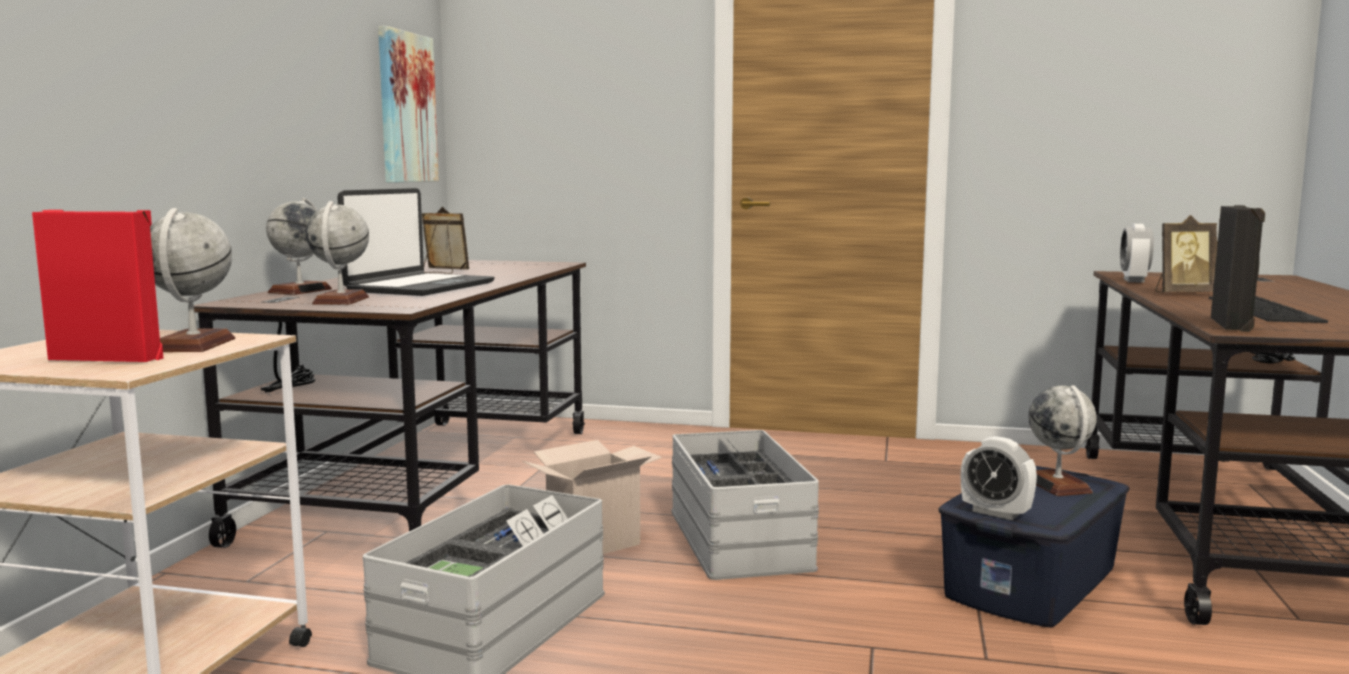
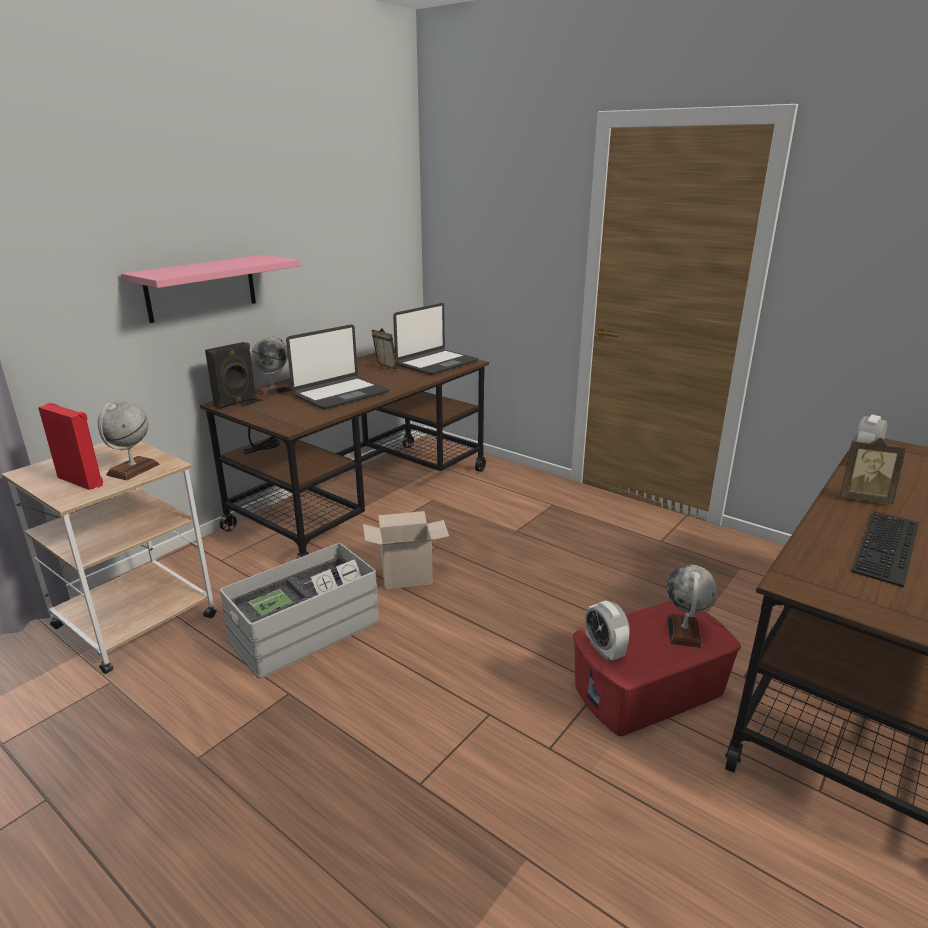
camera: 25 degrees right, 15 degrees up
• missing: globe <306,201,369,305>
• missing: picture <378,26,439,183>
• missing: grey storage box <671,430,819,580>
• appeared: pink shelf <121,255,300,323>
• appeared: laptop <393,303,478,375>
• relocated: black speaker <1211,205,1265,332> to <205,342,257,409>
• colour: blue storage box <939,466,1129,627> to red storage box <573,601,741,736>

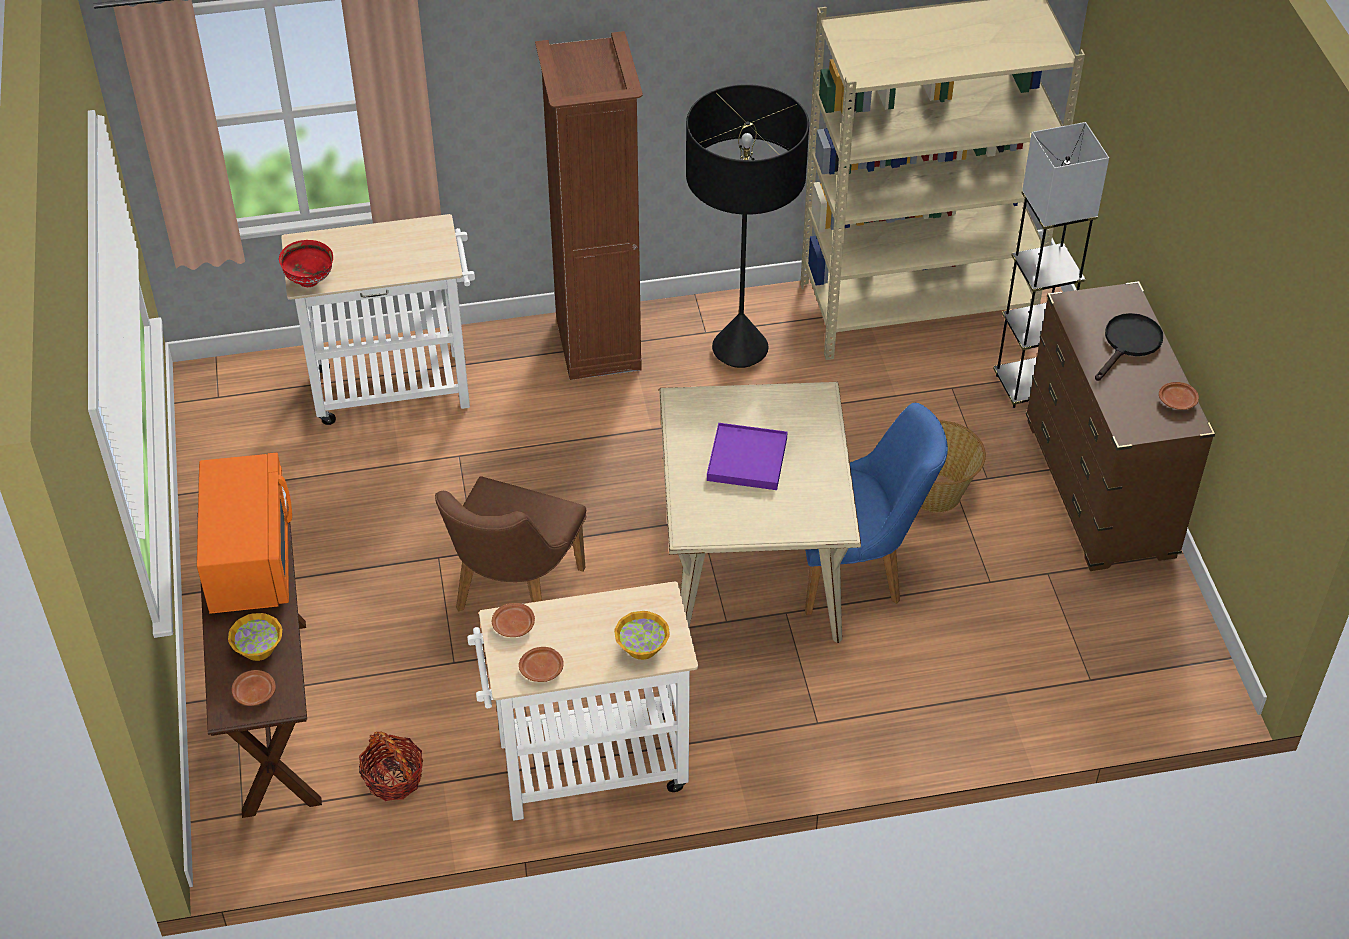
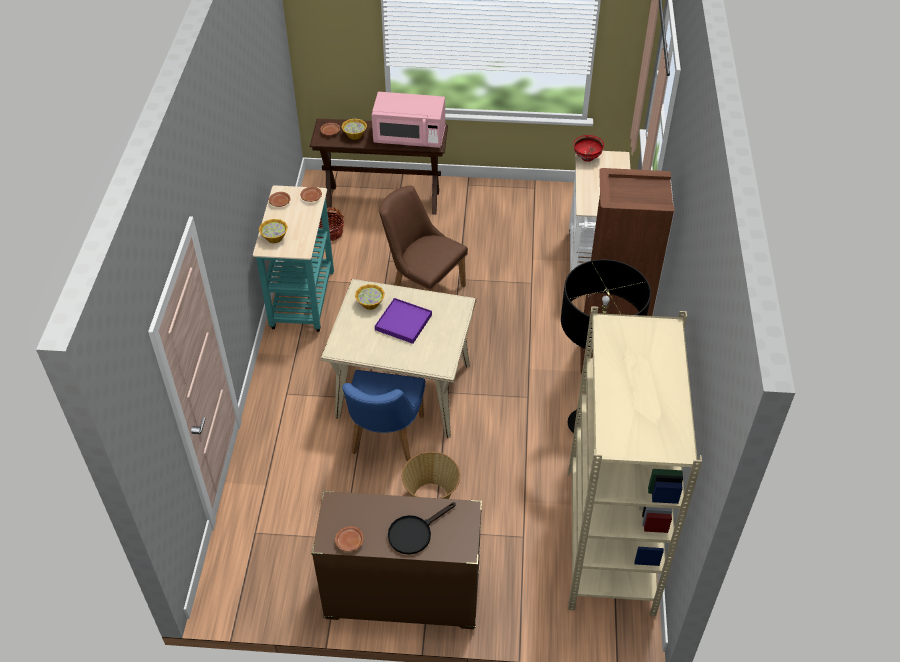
camera: 105 degrees right, 0 degrees up
• missing: grey floor lamp <993,122,1109,408>
• appeared: bowl <355,284,385,310>
• colour: orange microwave <197,453,292,614> to pink microwave <372,92,446,148>
• colour: white cart <467,581,698,821> to turquoise cart <253,185,334,332>
• spun: black frying pan <1095,313,1163,381> = <388,502,456,555> 90 degrees clockwise

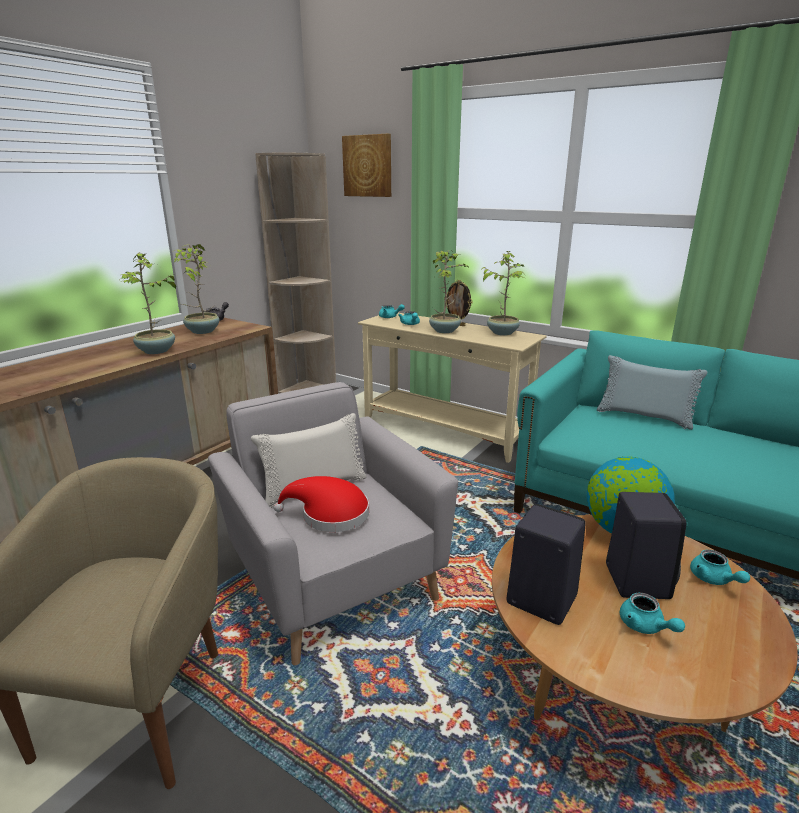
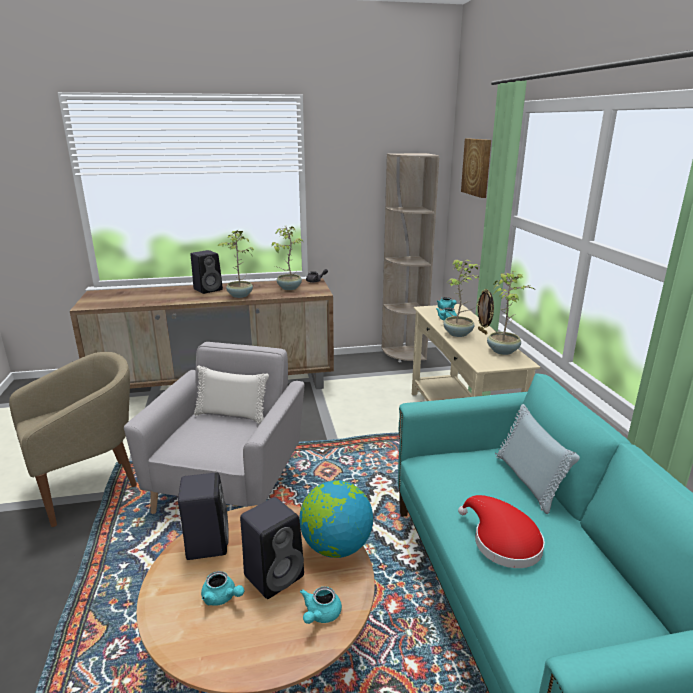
camera: 45 degrees right, 0 degrees up
• appeared: black speaker <191,250,223,294>
• relocated: red hat <274,476,369,532> to <458,495,545,568>
• spun: turquoise teapot <620,593,685,634> = <201,571,244,606> 75 degrees counterclockwise

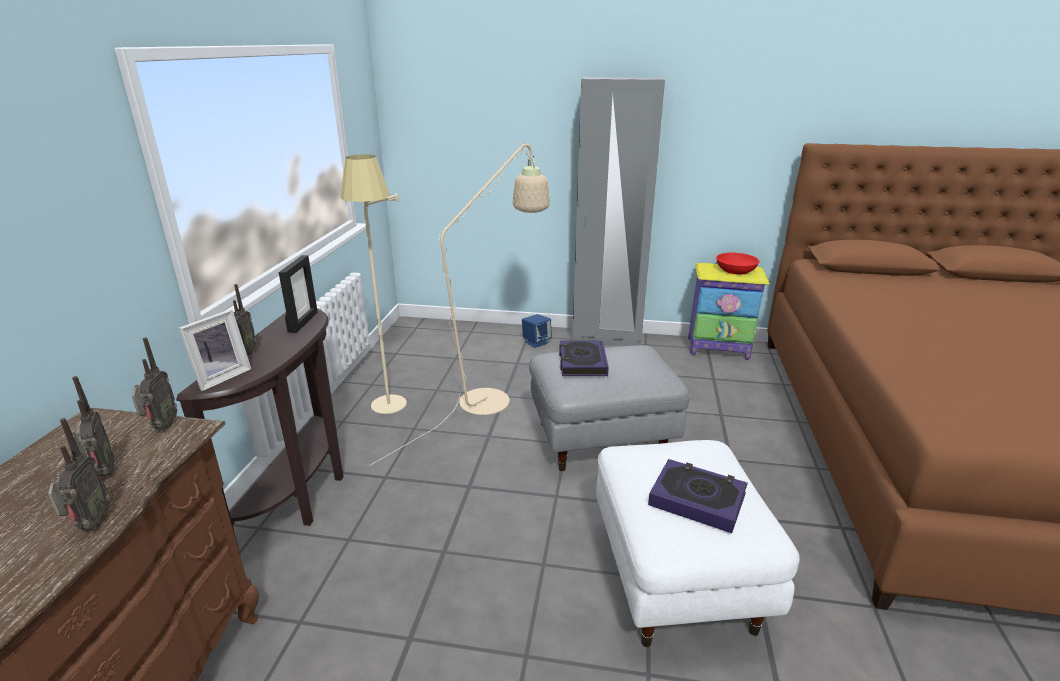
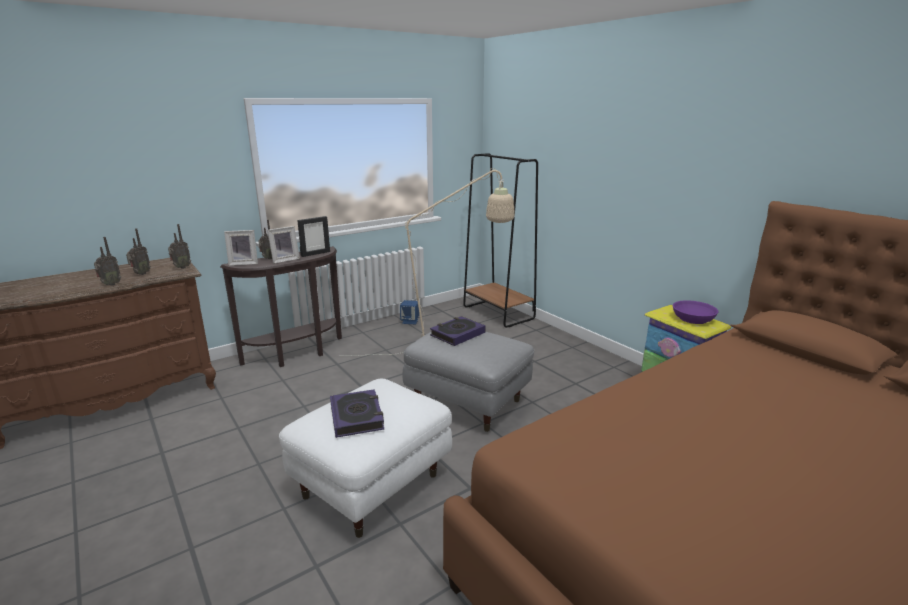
camera: 45 degrees right, 5 degrees down
• missing: beige floor lamp <340,154,407,414>
• missing: grey wardrobe <572,77,665,346>
• appeared: picture frame <267,226,300,264>
• appeared: clothes rack <463,153,538,328>
• relocated: blue speaker <522,314,552,348> to <400,300,419,324>
• colour: red bowl <716,253,760,274> to purple bowl <672,300,718,324>

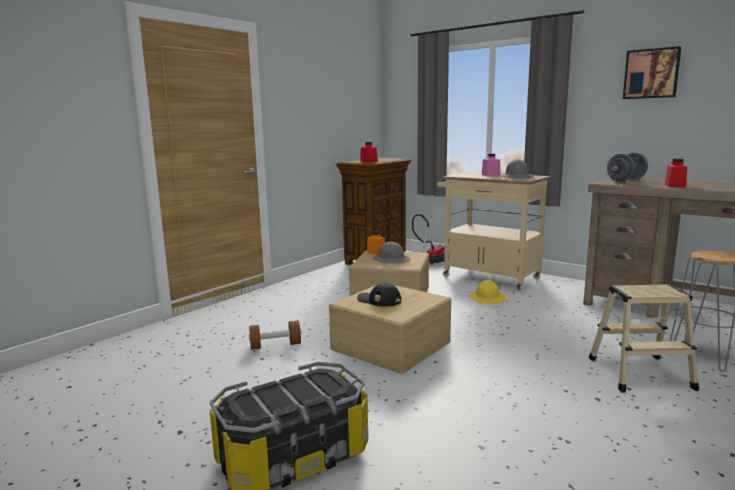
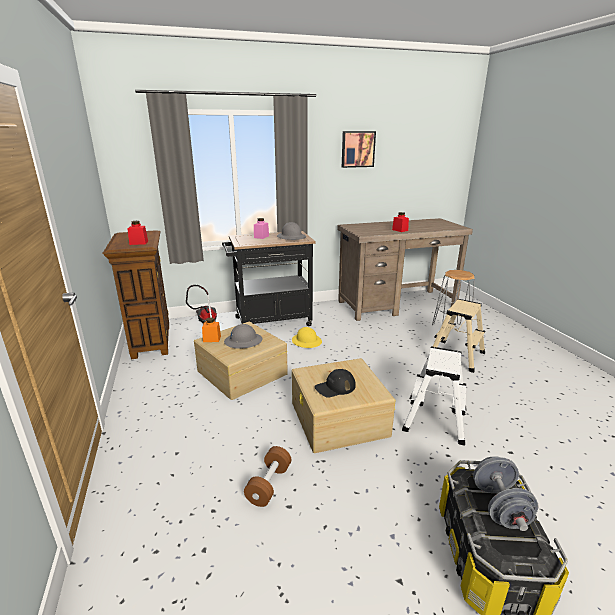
camera: 55 degrees left, 10 degrees up
• appeared: white step ladder <402,347,466,446>
• relocated: grey dumbbell <607,153,648,182> to <473,456,539,531>
• colour: beige cart <437,172,551,291> to black cart <222,231,315,326>

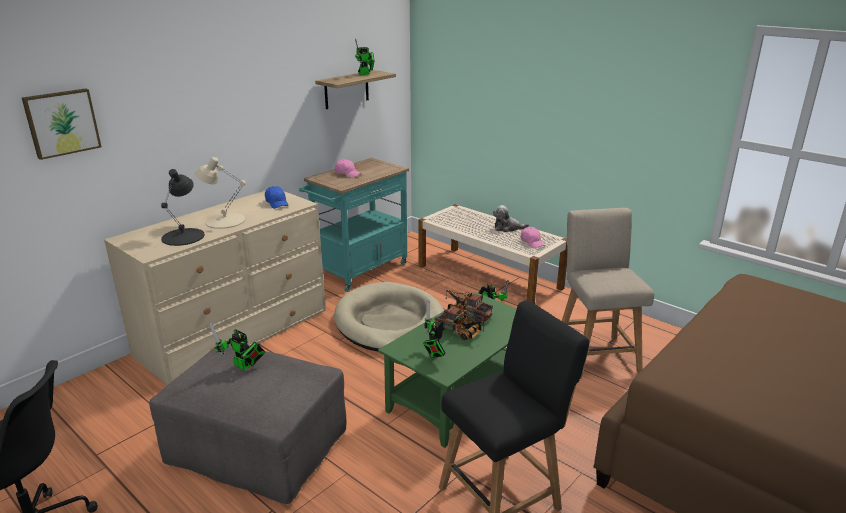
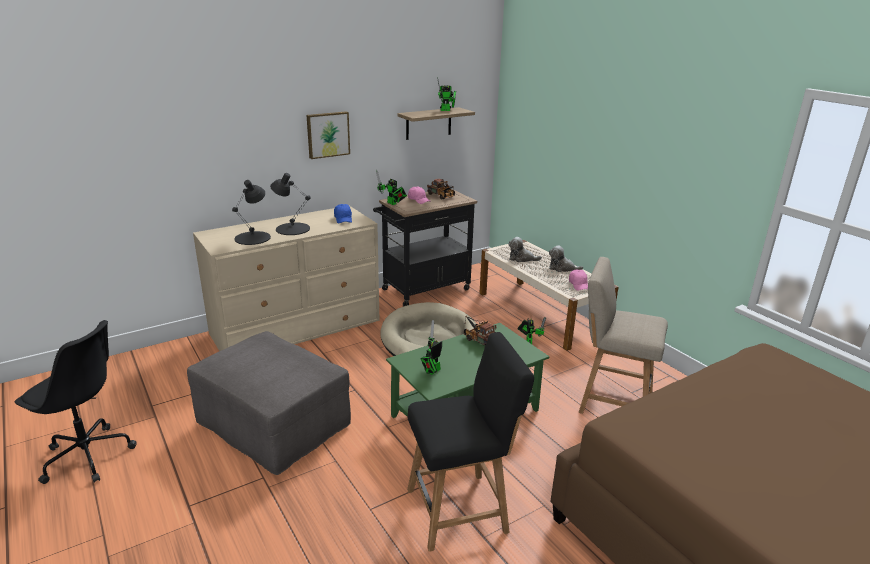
camera: 15 degrees right, 0 degrees up
• appeared: plush toy <509,237,542,262>
• relocated: picture <22,88,102,160> to <306,111,350,159>
• relocated: toy robot <209,322,265,370> to <376,170,407,205>
• relocated: toy truck <435,306,485,340> to <427,179,455,199>
• colour: beige table lamp <195,157,246,229> to black table lamp <270,173,311,235>
• colour: turquoise cart <299,158,409,292> to black cart <373,189,477,306>
• spun: beige chair <562,208,654,379> = <579,257,668,414> 75 degrees counterclockwise

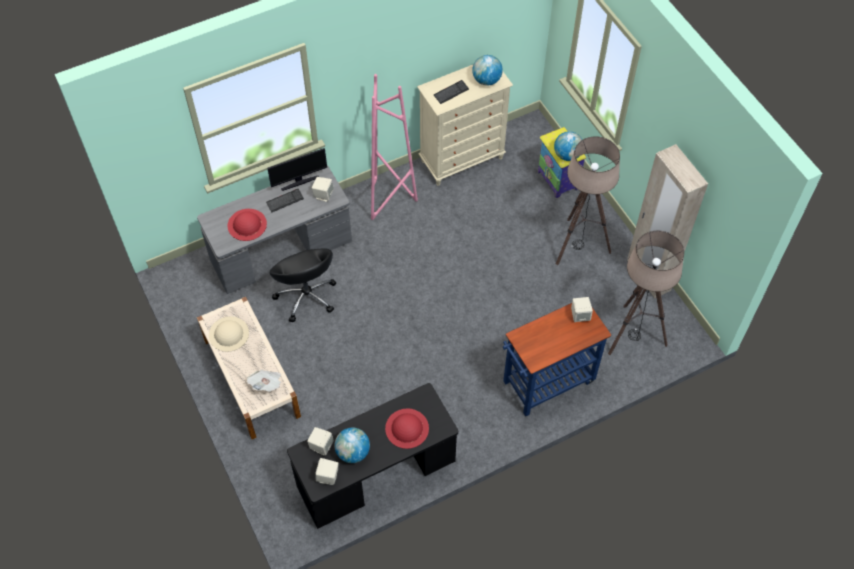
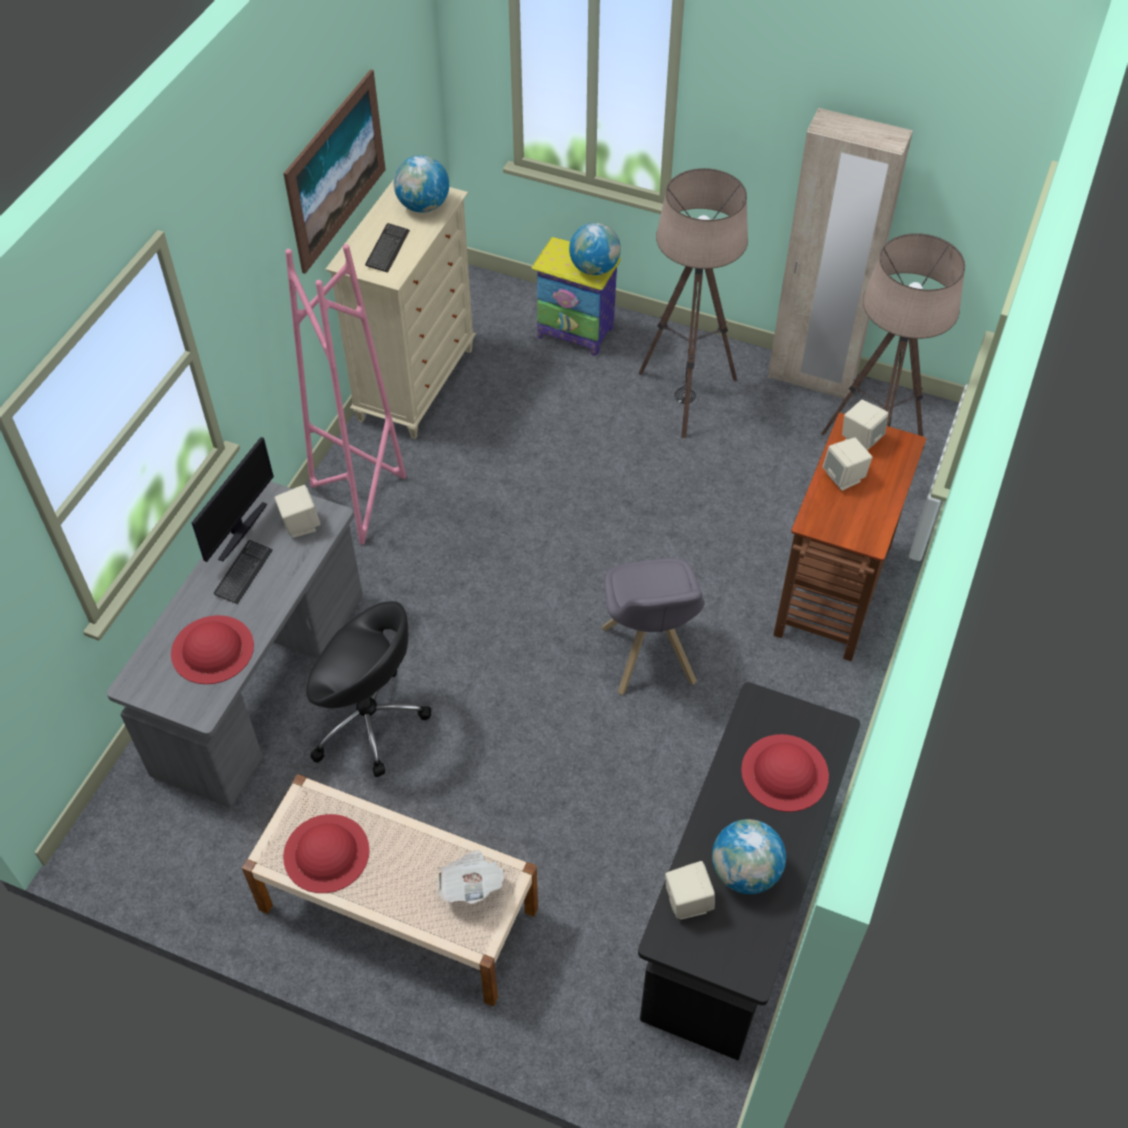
camera: 40 degrees left, 5 degrees down
• appeared: picture <283,69,386,274>
• appeared: grey chair <601,558,705,695>
• relocated: beige speaker <315,458,338,485> to <823,437,872,491>
• colour: beige hat <209,316,249,352> to red hat <283,814,370,893>
• colour: blue cart <503,303,611,416> to brown cart <773,413,926,661>

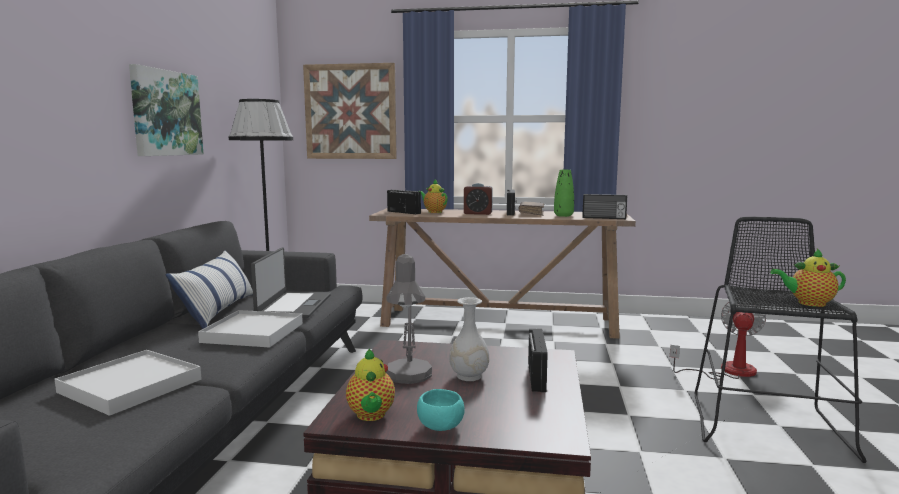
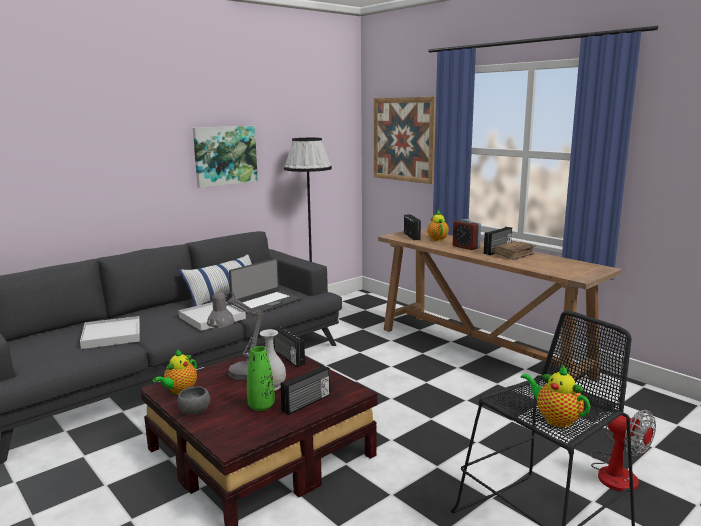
camera: 40 degrees right, 5 degrees up
• relocated: green vase <554,170,574,217> to <247,346,275,411>
• relocated: radio <582,194,627,219> to <273,326,305,367>
• colour: turquoise bowl <417,389,465,431> to grey bowl <177,386,210,415>
• spun: fan <670,302,766,380> = <590,403,656,492> 75 degrees clockwise

